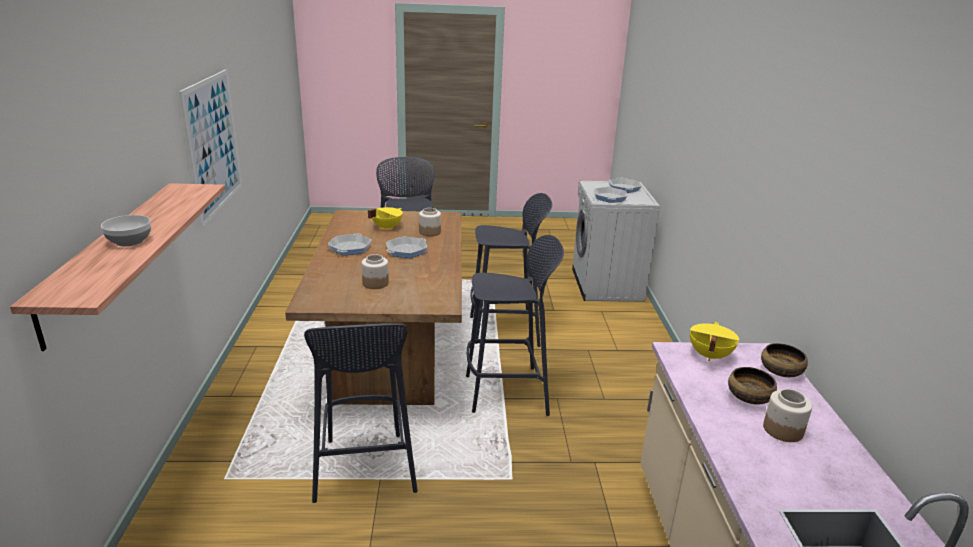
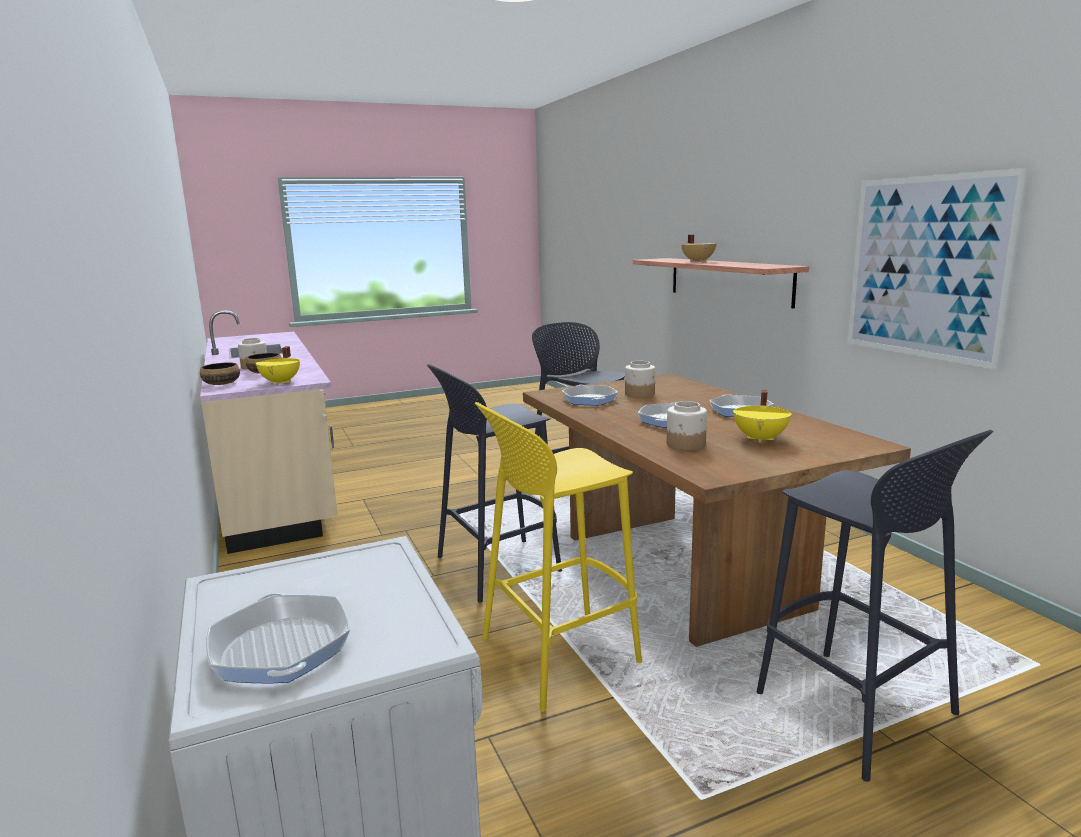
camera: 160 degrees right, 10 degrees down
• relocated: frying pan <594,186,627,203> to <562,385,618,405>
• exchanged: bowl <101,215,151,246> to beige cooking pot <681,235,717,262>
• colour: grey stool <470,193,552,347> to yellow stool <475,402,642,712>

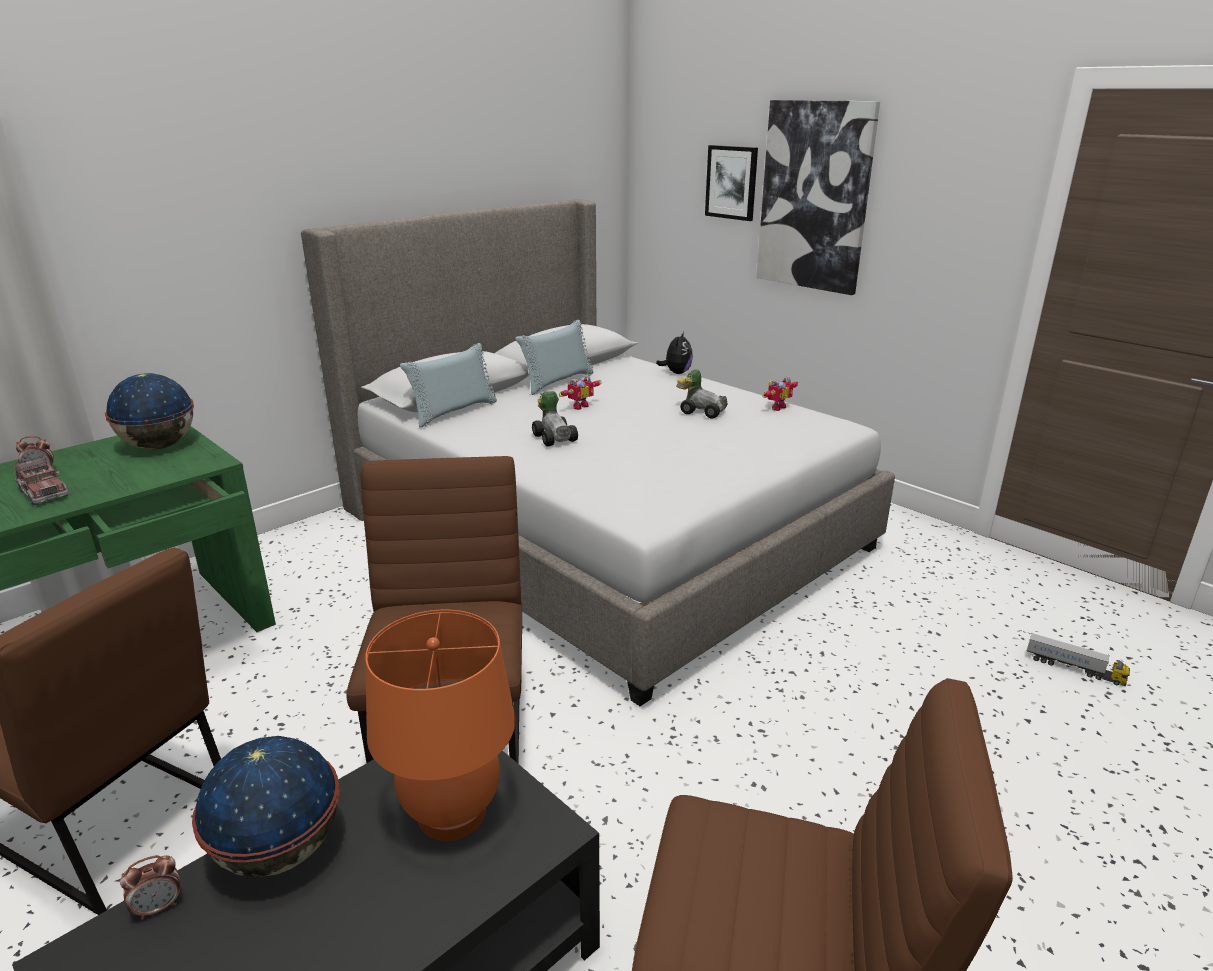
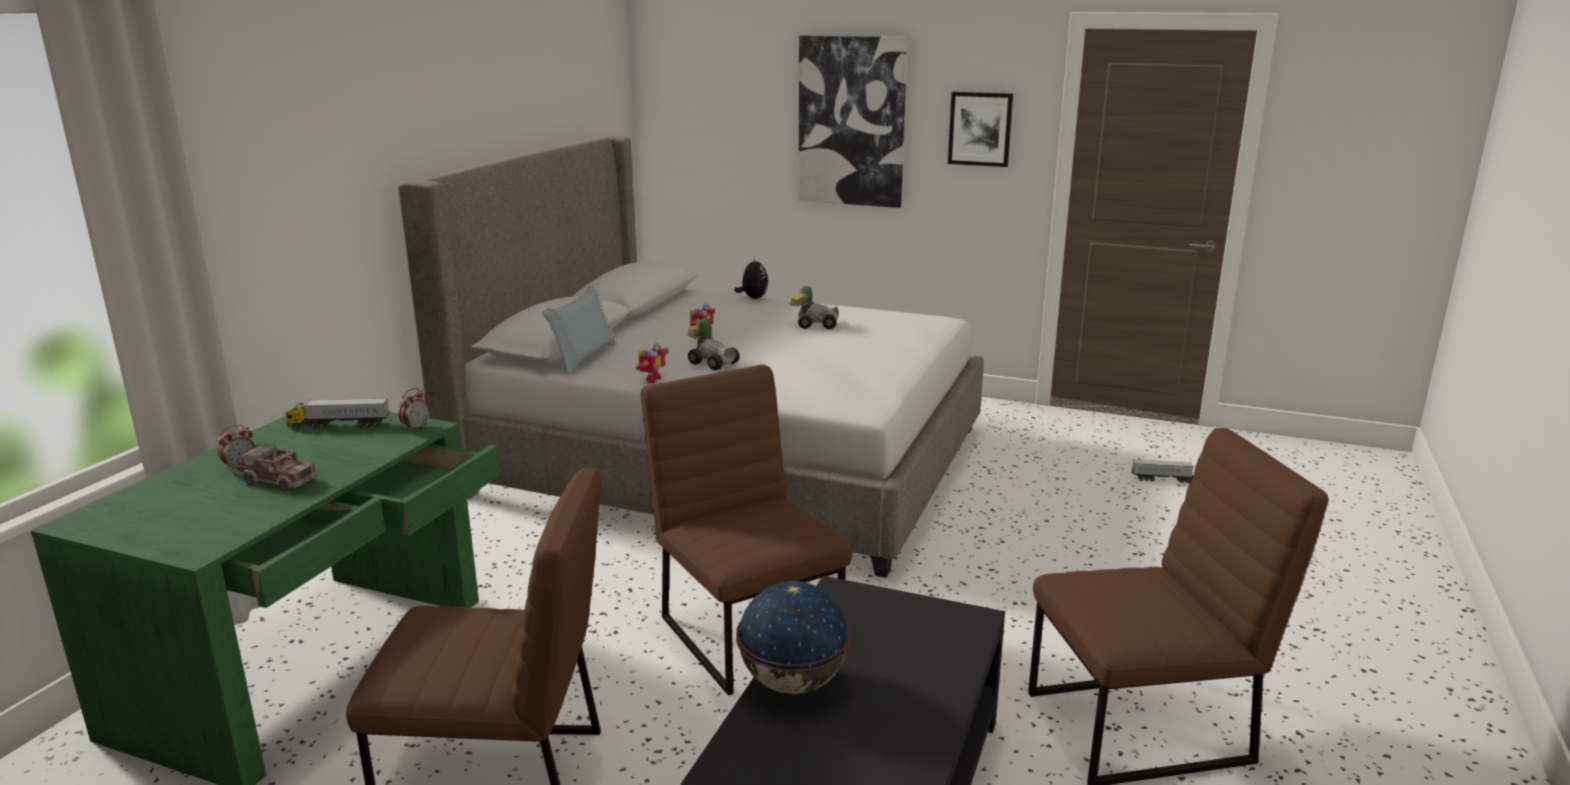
camera: 25 degrees left, 5 degrees down
• missing: orange table lamp <365,610,515,841>
• missing: blue pillow <515,320,594,395>
• relocated: alarm clock <120,855,180,920> to <399,388,430,432>
• relocated: picture <705,145,758,221> to <948,92,1013,167>
• relocated: toy robot <762,376,798,411> to <636,344,669,383>
• exchanged: globe <105,373,194,450> to toy truck <285,398,390,429>

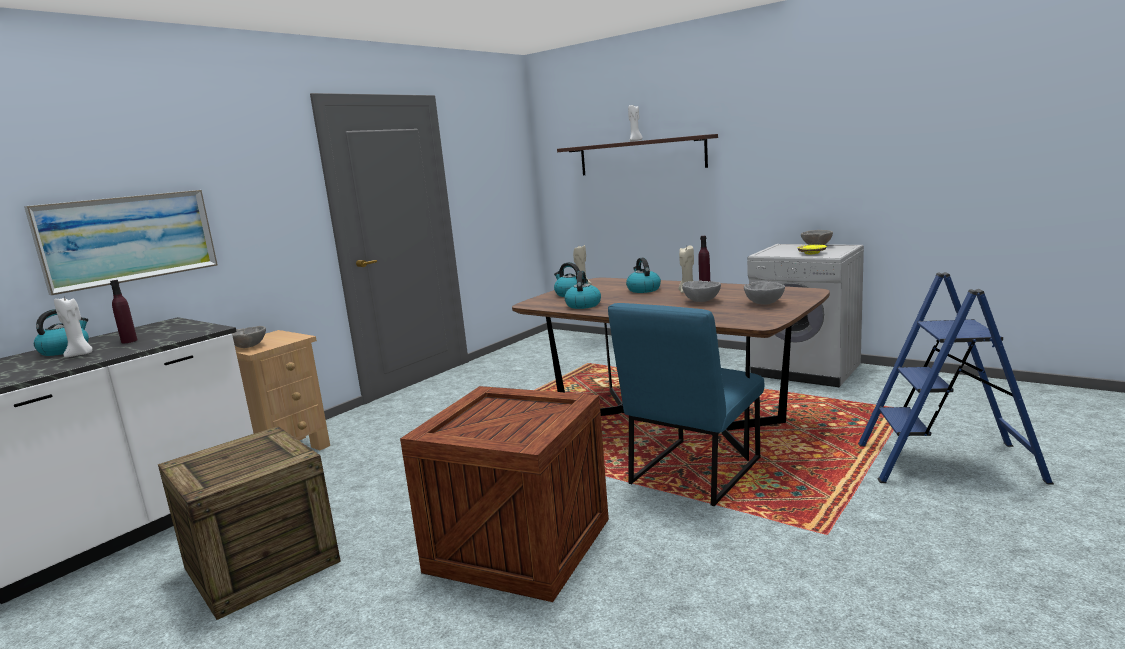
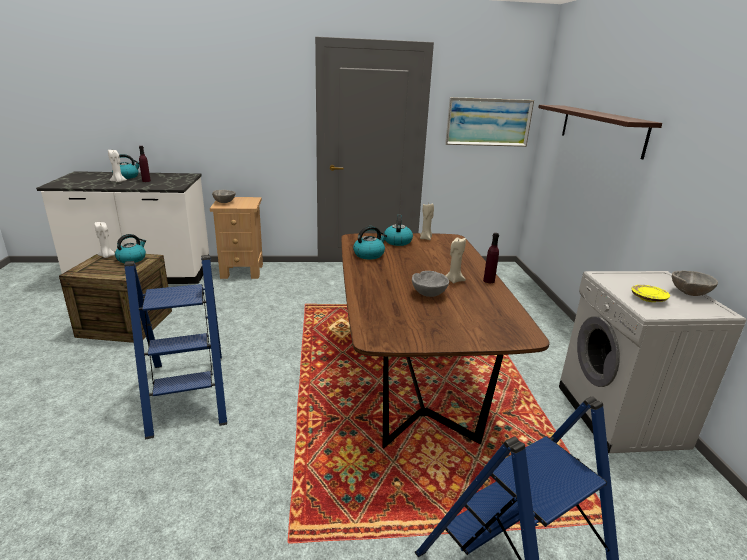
camera: 45 degrees right, 10 degrees up
• missing: blue chair <608,303,764,506>
• missing: grey bowl <744,281,785,305>
• relocated: picture <24,190,218,295> to <445,97,534,147>
• relocated: kettle <626,258,661,293> to <115,234,146,263>
• relocated: white candle <628,105,643,142> to <94,222,115,258>
• exchanged: crate <400,386,609,602> to blue step ladder <124,255,227,439>

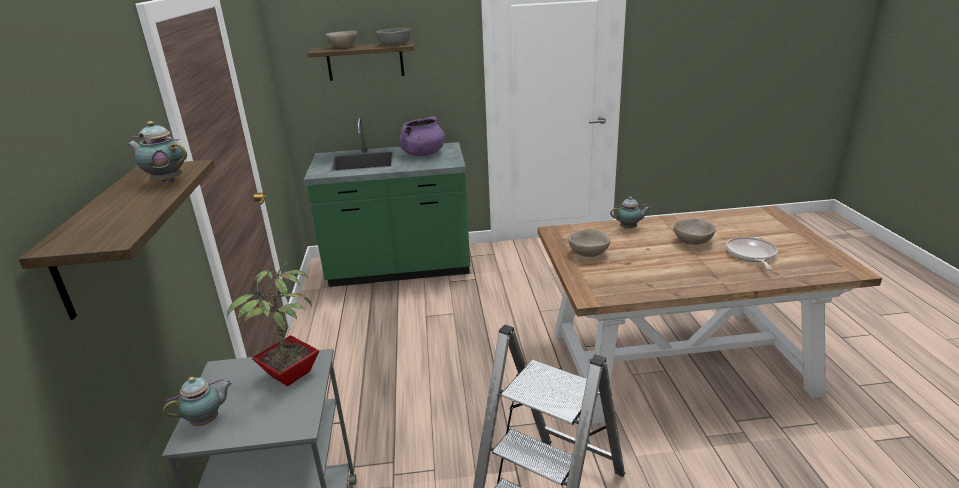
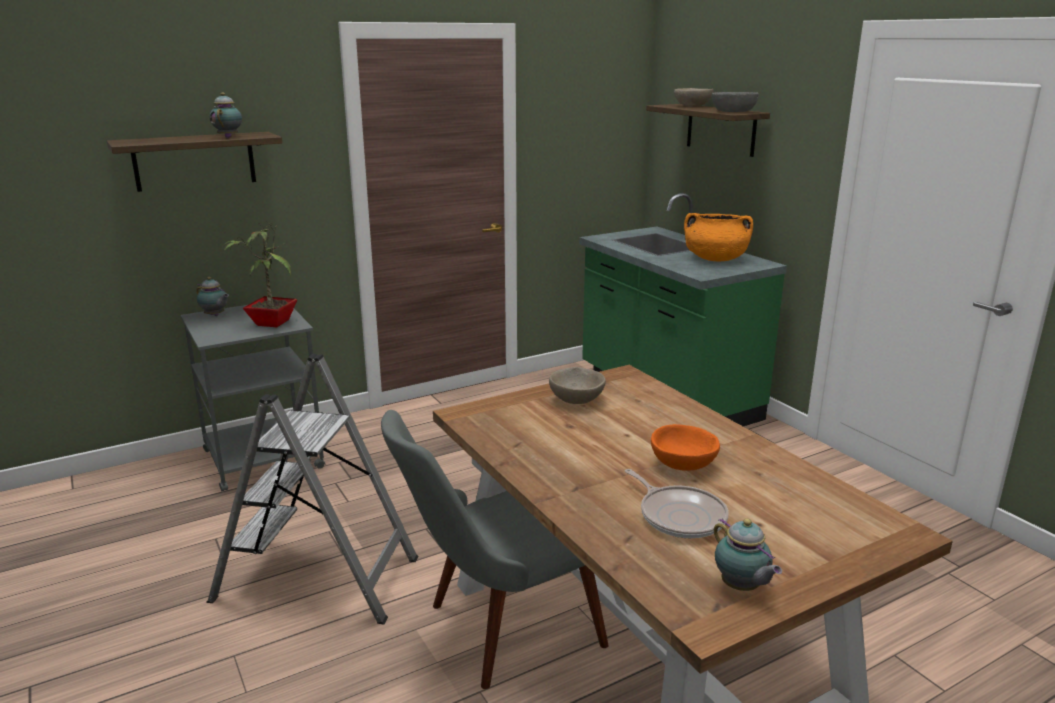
camera: 65 degrees right, 5 degrees down
• appeared: grey chair <381,410,609,689>
• relocated: teapot <610,197,650,229> to <714,519,782,591>
• colour: purple cooking pot <399,116,445,156> to orange cooking pot <684,213,753,262>
• colour: beige bowl <674,218,716,245> to orange bowl <651,424,720,471>
• spun: frying pan <726,237,778,269> = <625,469,729,538> 75 degrees clockwise

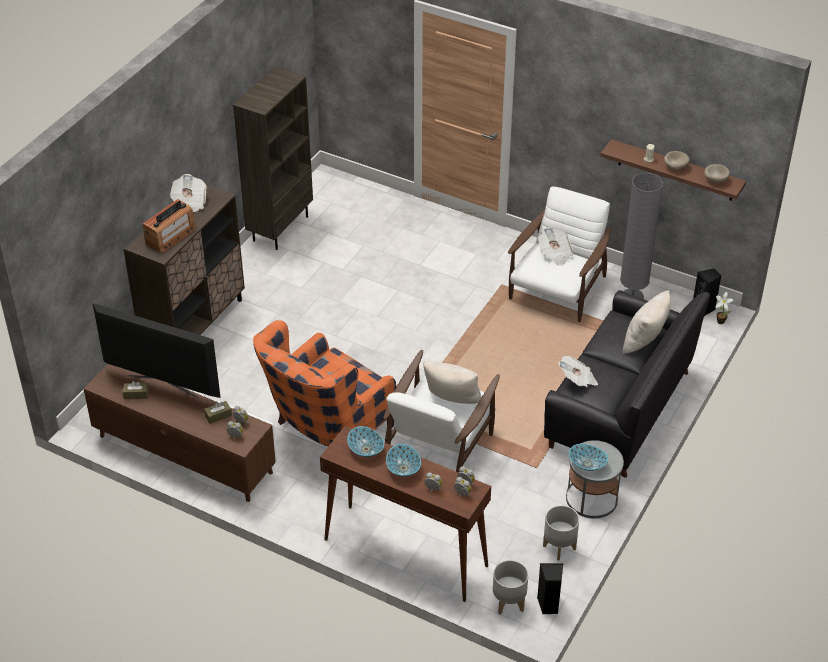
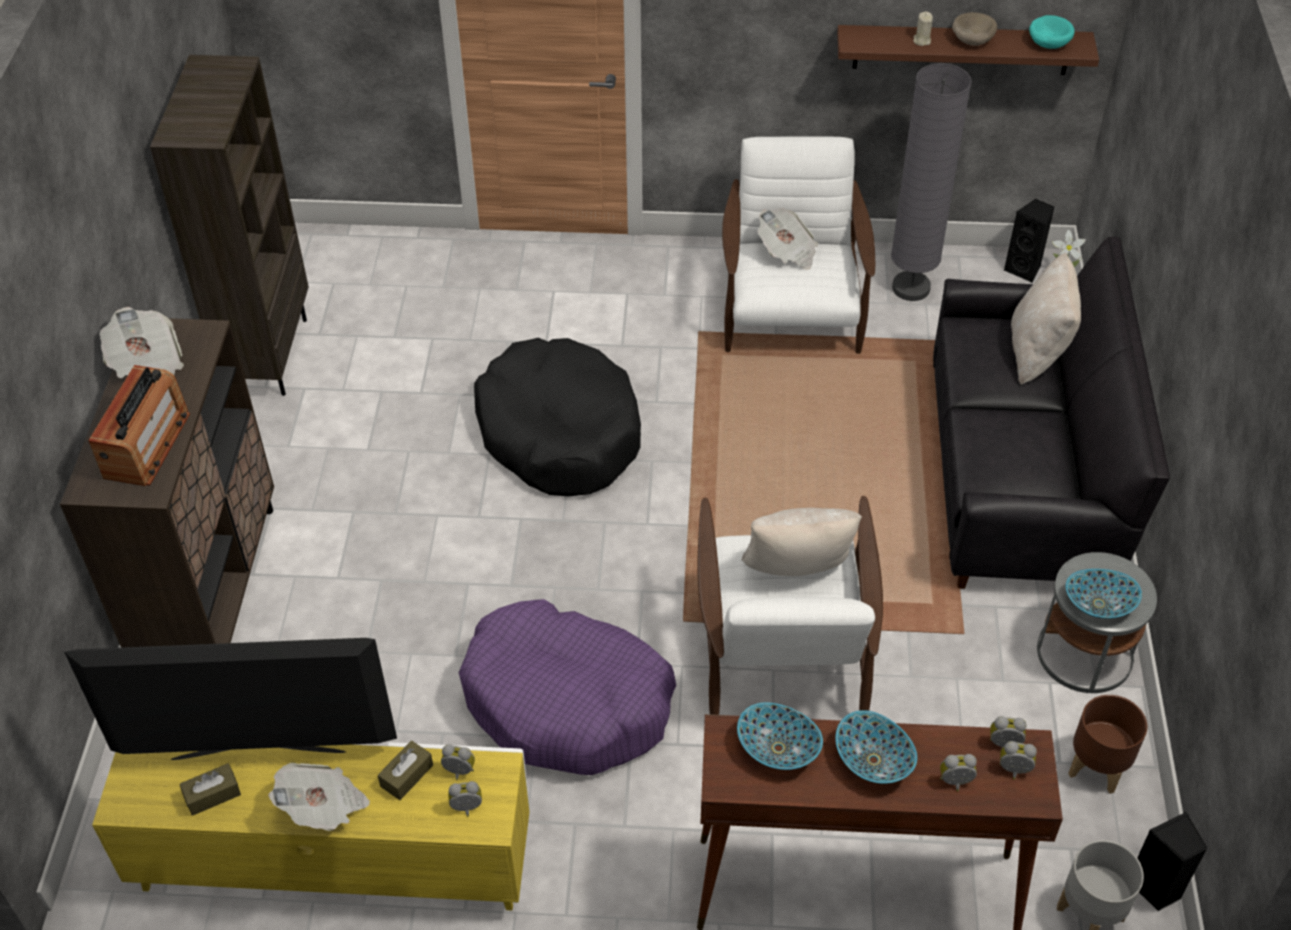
camera: 25 degrees left, 5 degrees up
• appeared: black dog bed <474,338,641,496>
• relocated: newspaper <558,356,598,387> to <268,763,370,831>
• exchanged: orange armchair <253,320,397,447> to purple dog bed <459,599,676,775>
• colour: brown tv stand <84,364,277,502> to yellow tv stand <92,742,530,910>
• colour: grey planter <543,505,579,561> to brown planter <1068,695,1147,794>
• colour: beige bowl <704,164,730,183> to turquoise bowl <1029,15,1075,49>

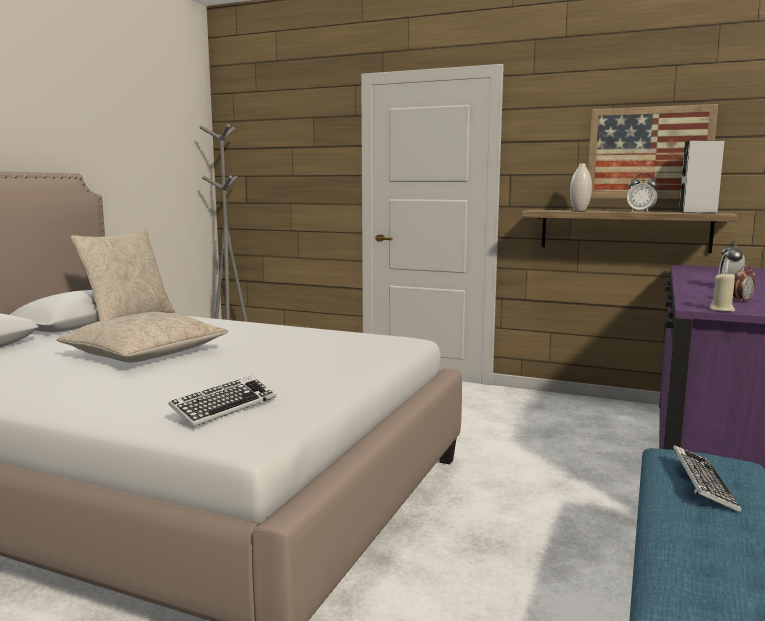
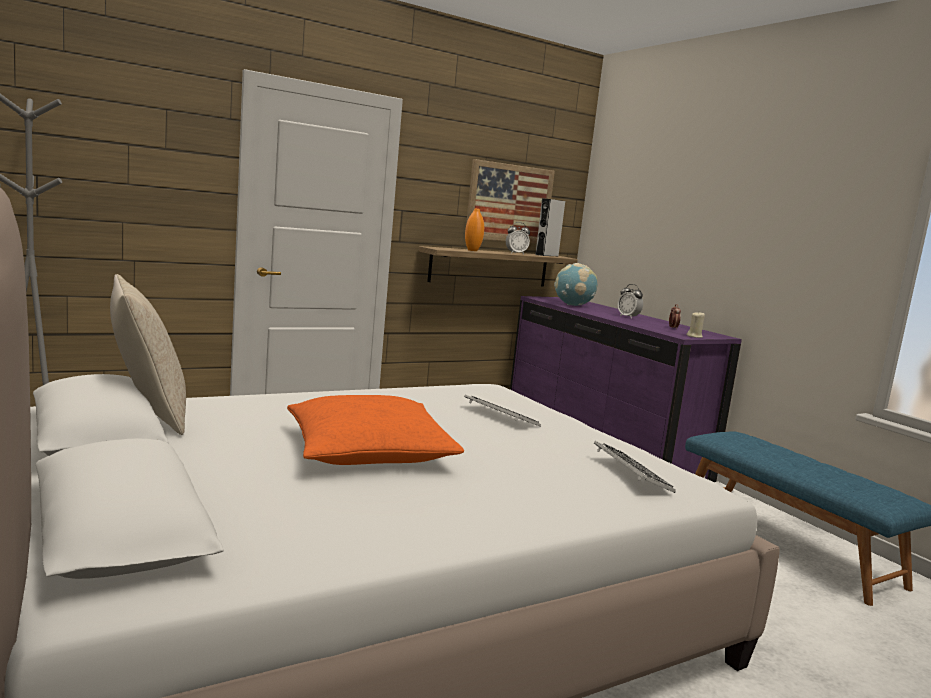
camera: 55 degrees left, 0 degrees up
• appeared: globe <554,263,597,306>
• relocated: keyboard <673,445,741,513> to <464,395,541,427>
• colour: beige pillow <57,312,228,362> to orange pillow <287,395,464,465>
• colour: white vase <570,164,592,211> to orange vase <465,208,484,251>

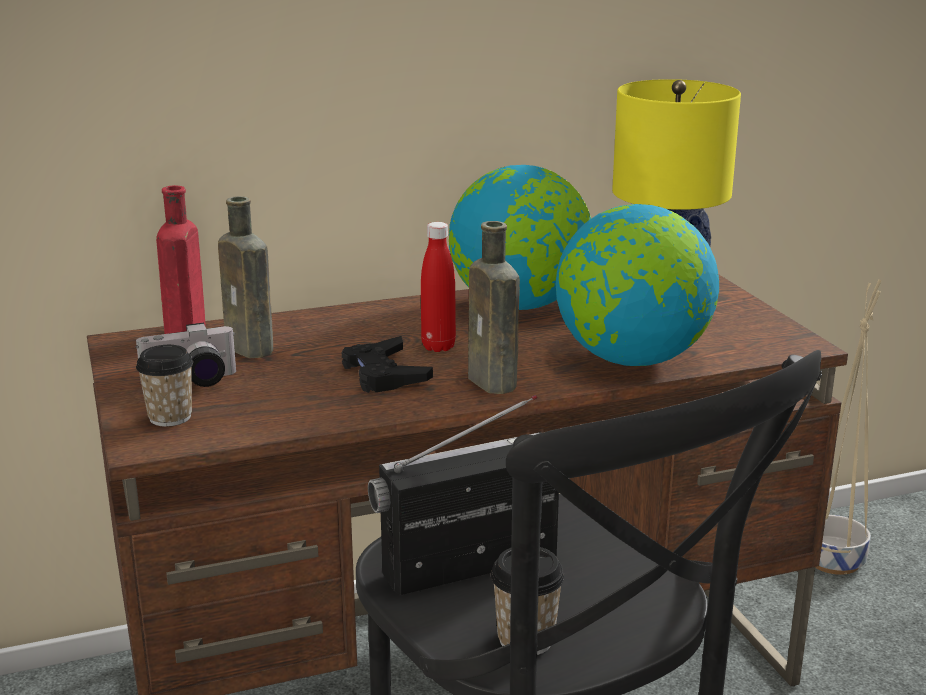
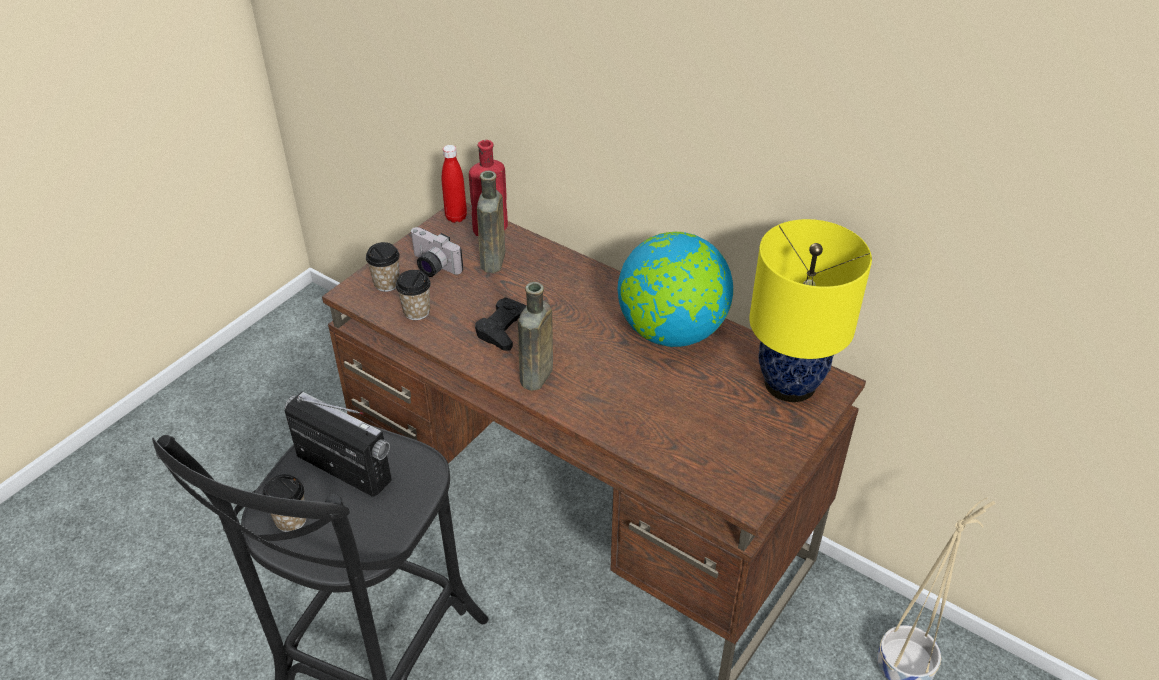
camera: 55 degrees right, 20 degrees up
• missing: globe <556,204,719,366>
• appeared: cup <396,270,431,320>
• relocated: red bottle <421,222,456,352> to <442,145,467,223>

